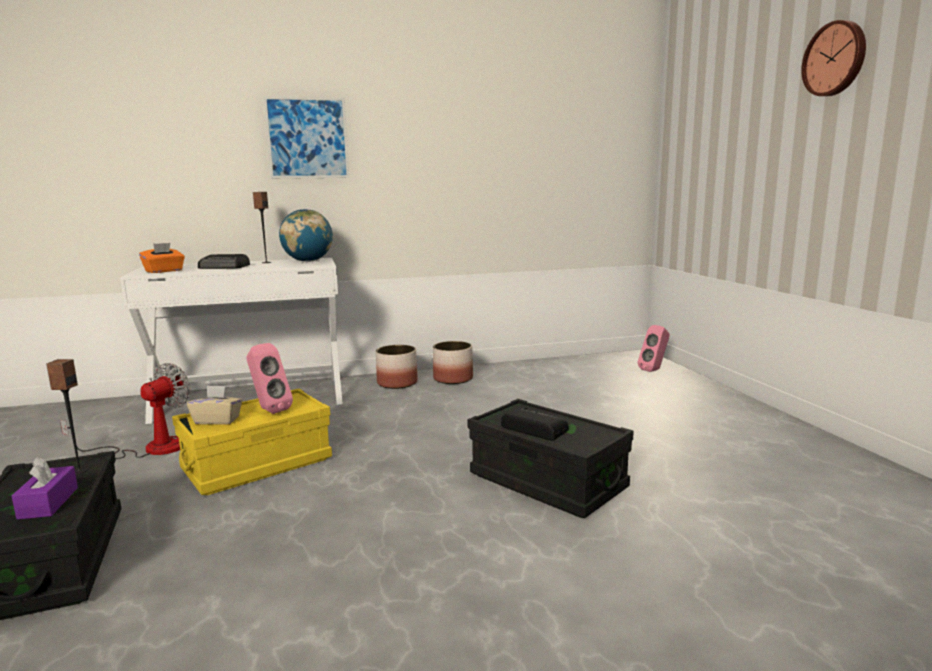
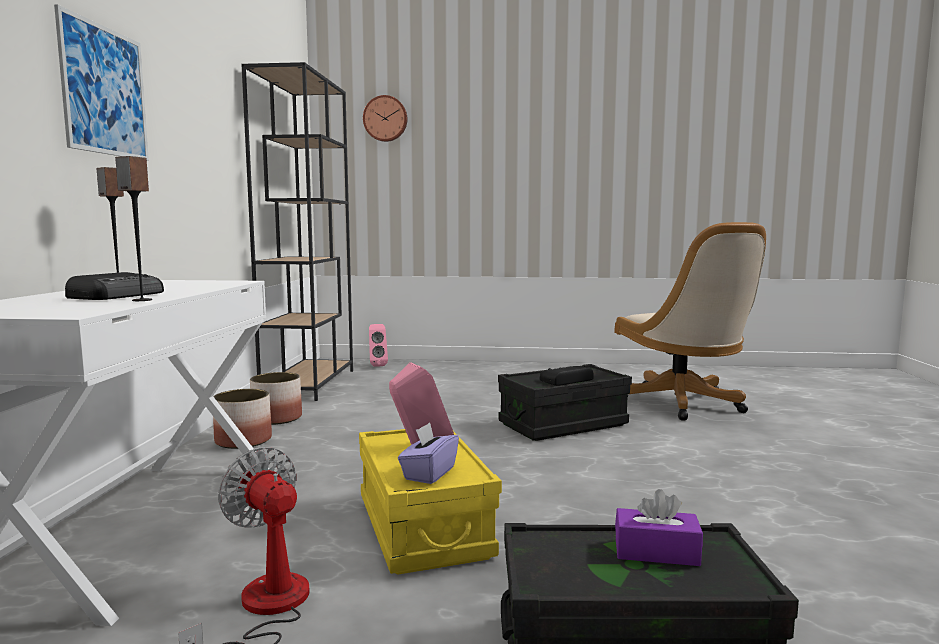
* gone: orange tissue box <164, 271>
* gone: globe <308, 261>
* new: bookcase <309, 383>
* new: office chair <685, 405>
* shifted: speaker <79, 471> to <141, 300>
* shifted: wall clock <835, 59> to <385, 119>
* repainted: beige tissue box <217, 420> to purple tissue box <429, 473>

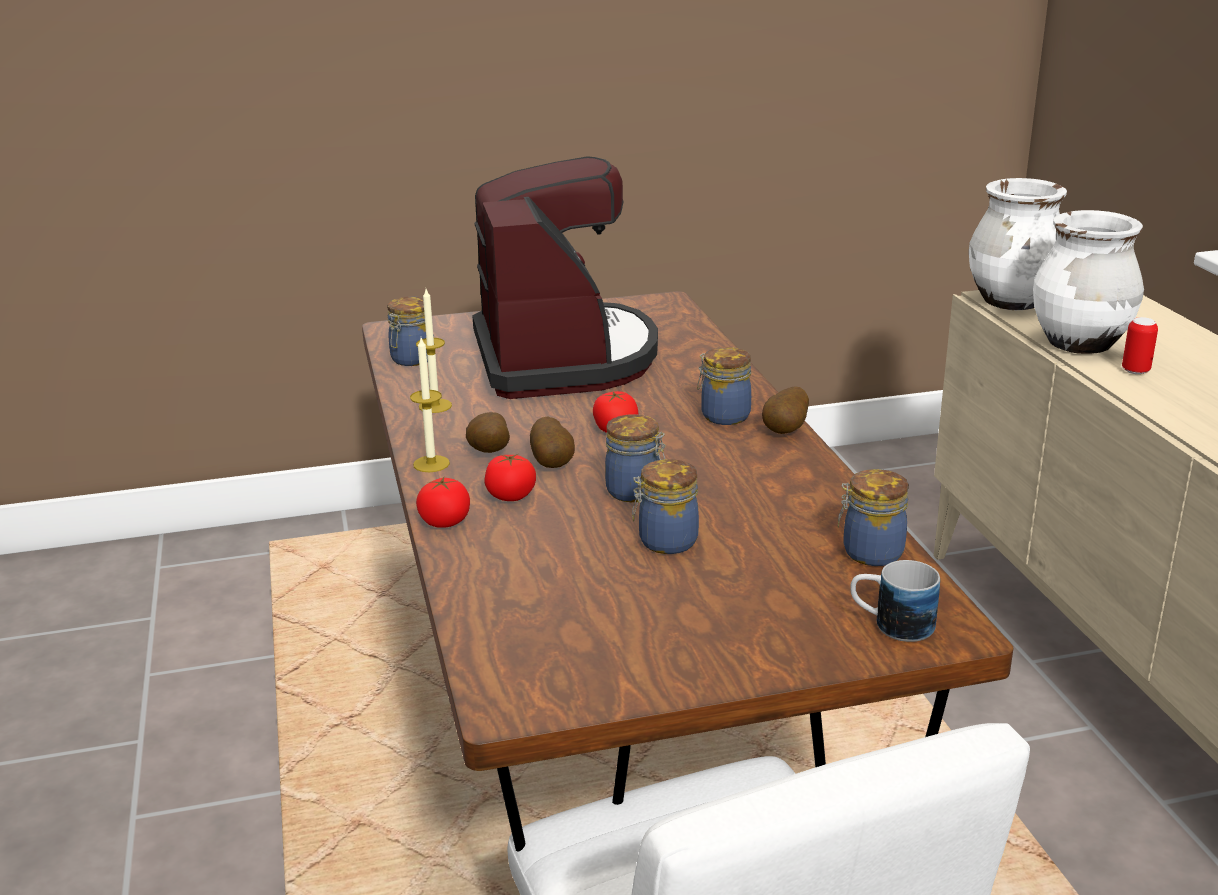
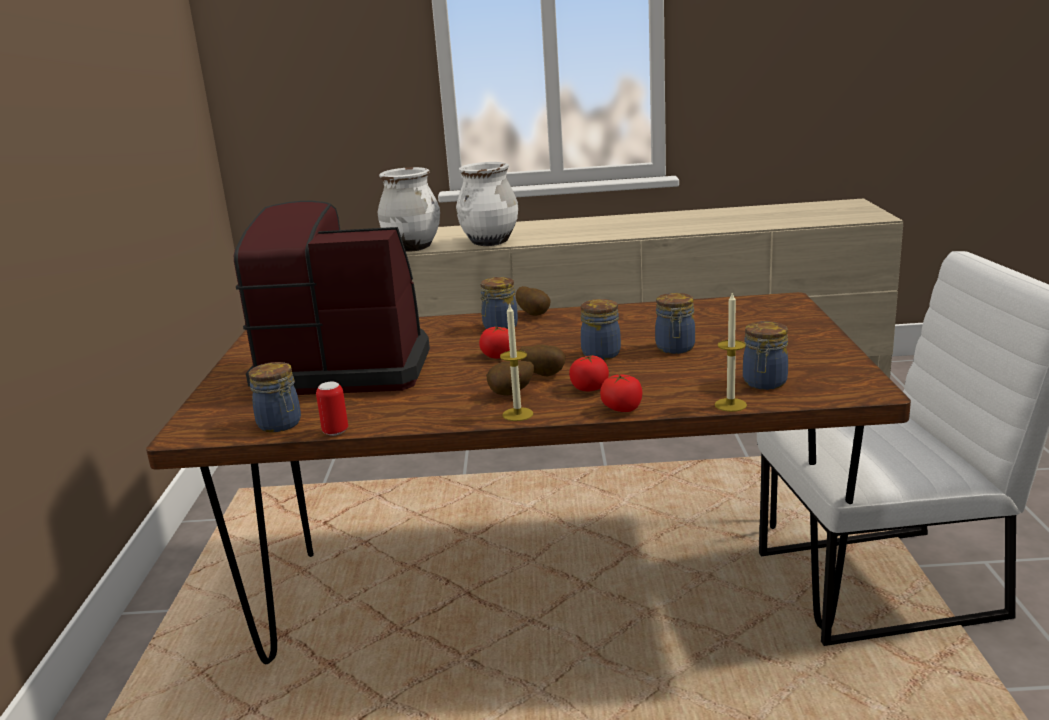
* gone: mug <891, 625>
* shifted: candle <435, 406> to <730, 405>
* shifted: jar <870, 553> to <764, 383>
* shifted: can <1135, 371> to <335, 431>

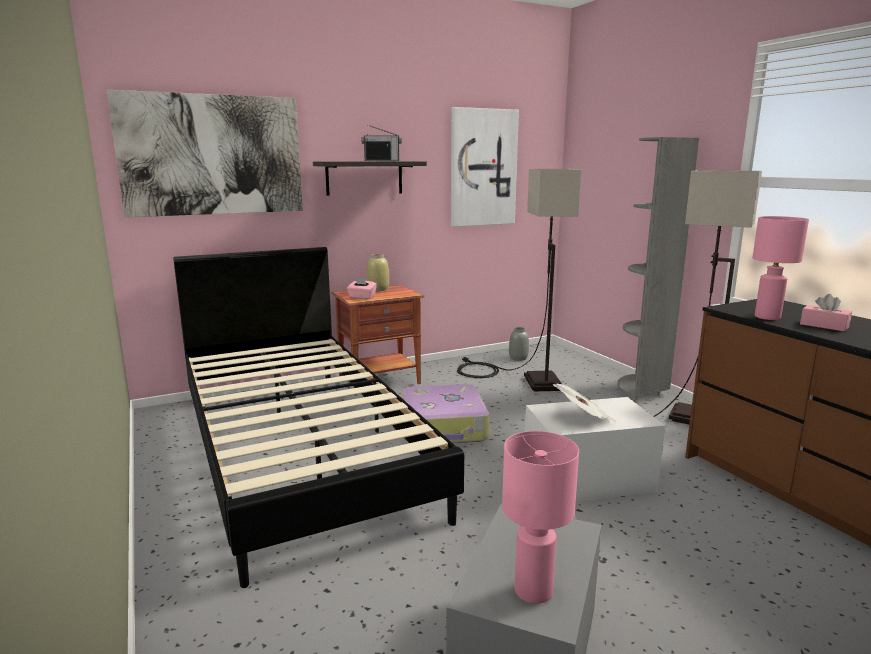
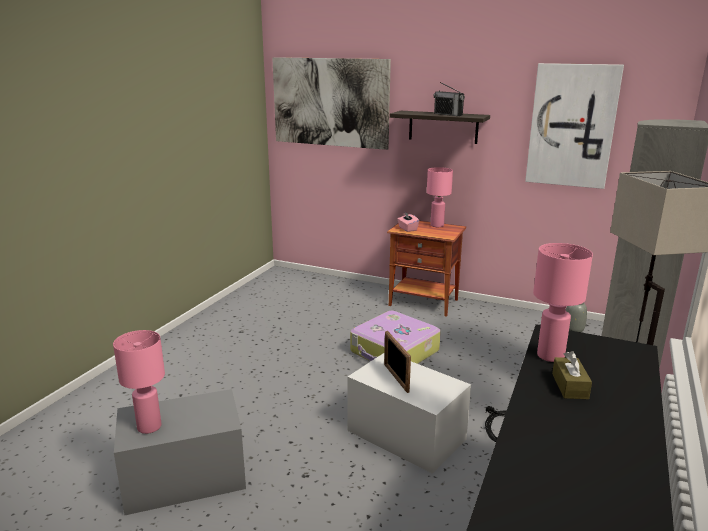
* gone: black bed <299, 450>
* gone: floor lamp <507, 376>
* swapped: beige vase <378, 289> to pink table lamp <436, 225>
* swapped: newspaper <583, 417> to picture frame <396, 378>
* repainted: pink tissue box <824, 325> to brown tissue box <569, 386>

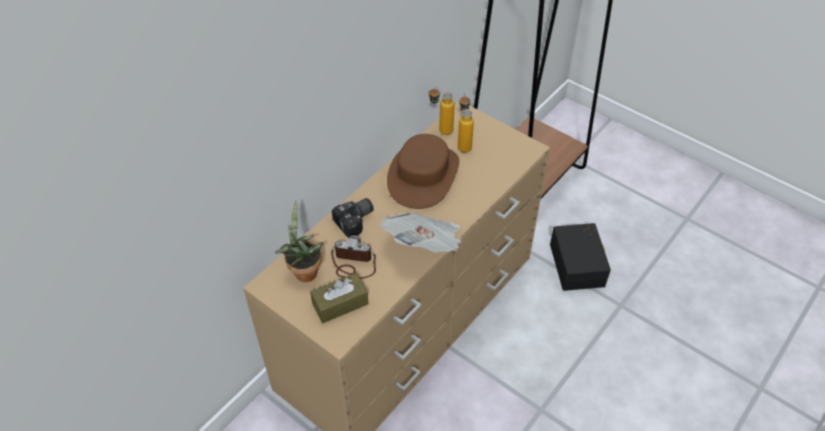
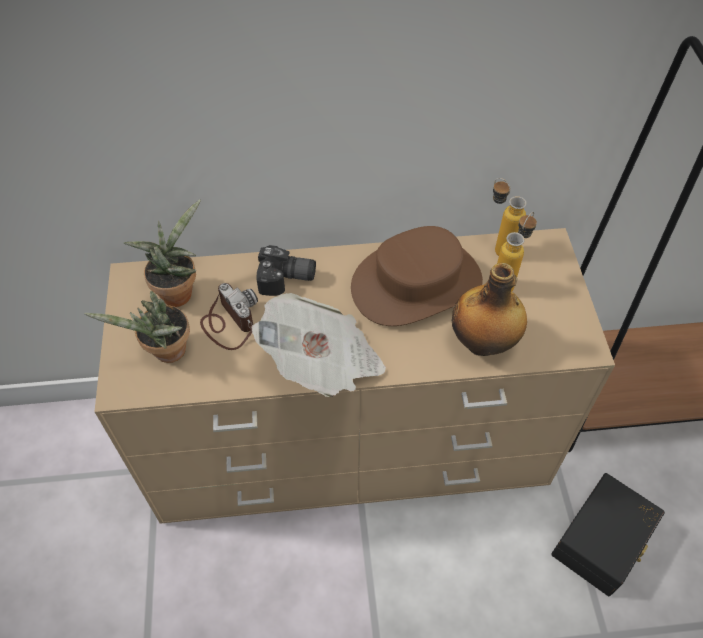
* new: bottle <483, 343>
* swapped: brown tissue box <340, 304> to potted plant <166, 353>

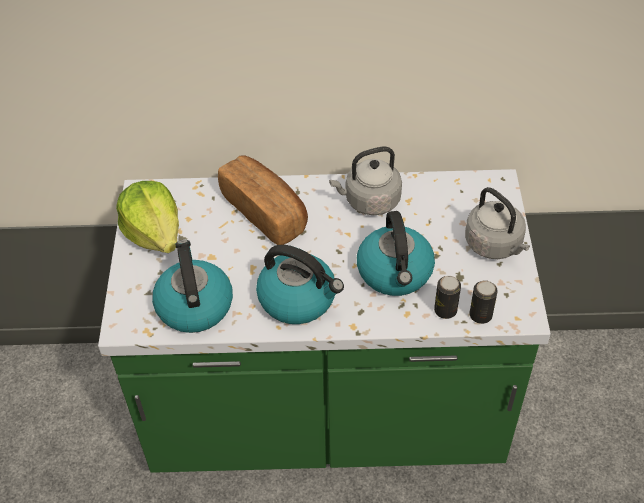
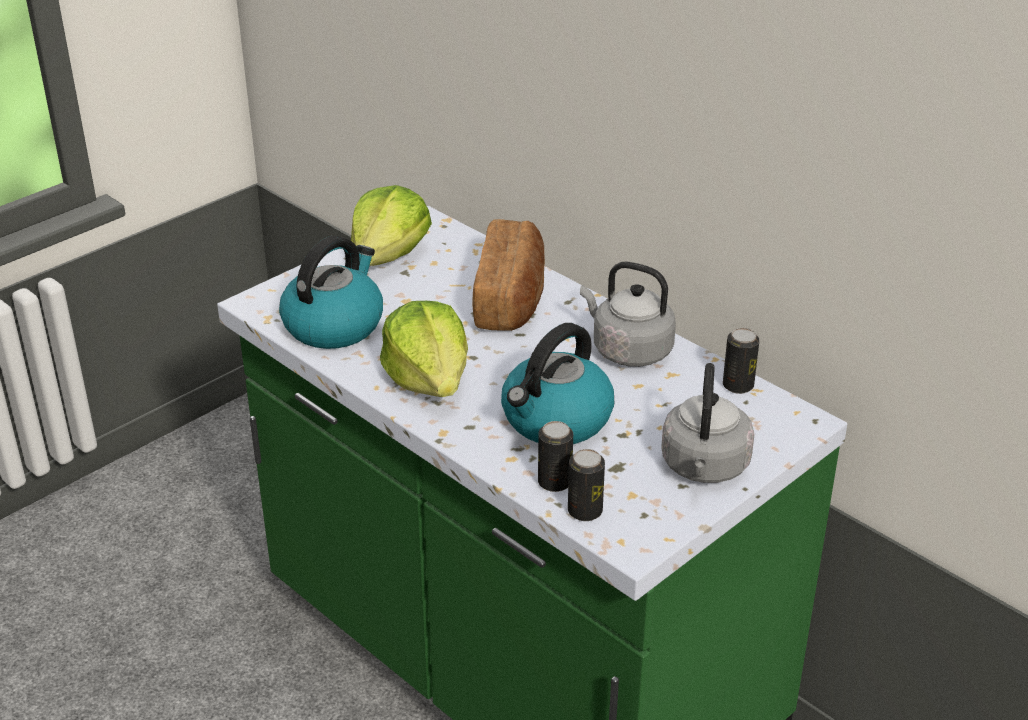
* new: can <738, 386>
* swapped: kettle <299, 299> to lettuce <429, 379>

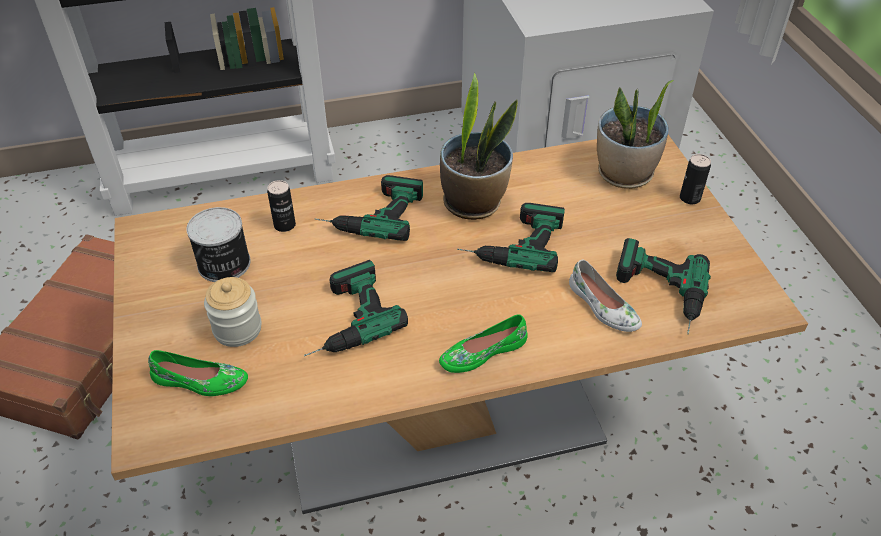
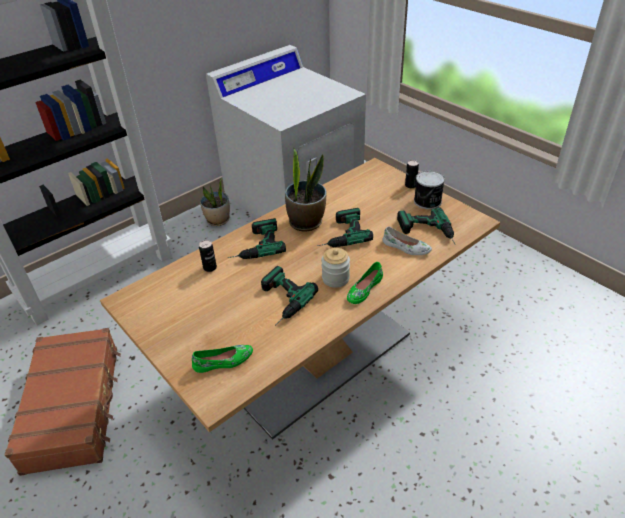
* shifted: can <223, 264> to <428, 201>
* shifted: jar <237, 329> to <335, 278>
* shifted: potted plant <624, 174> to <218, 220>

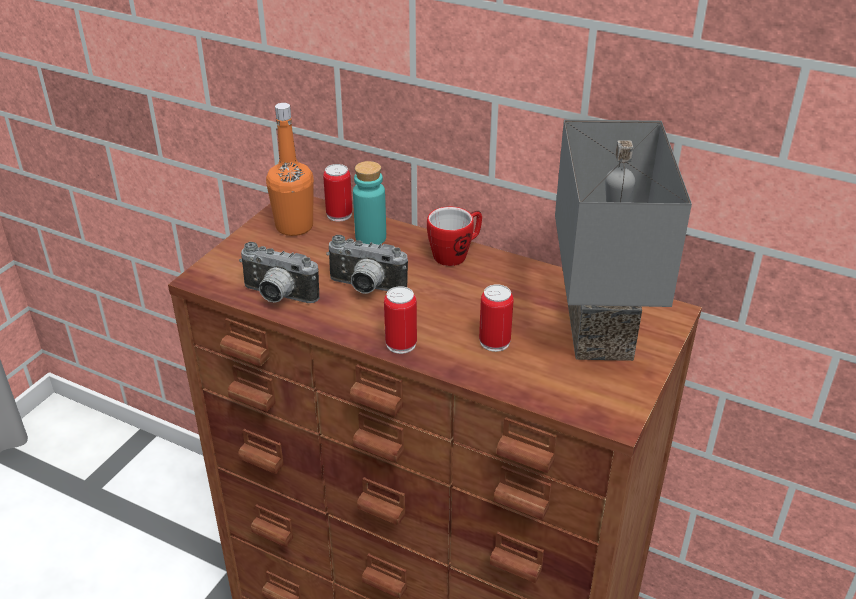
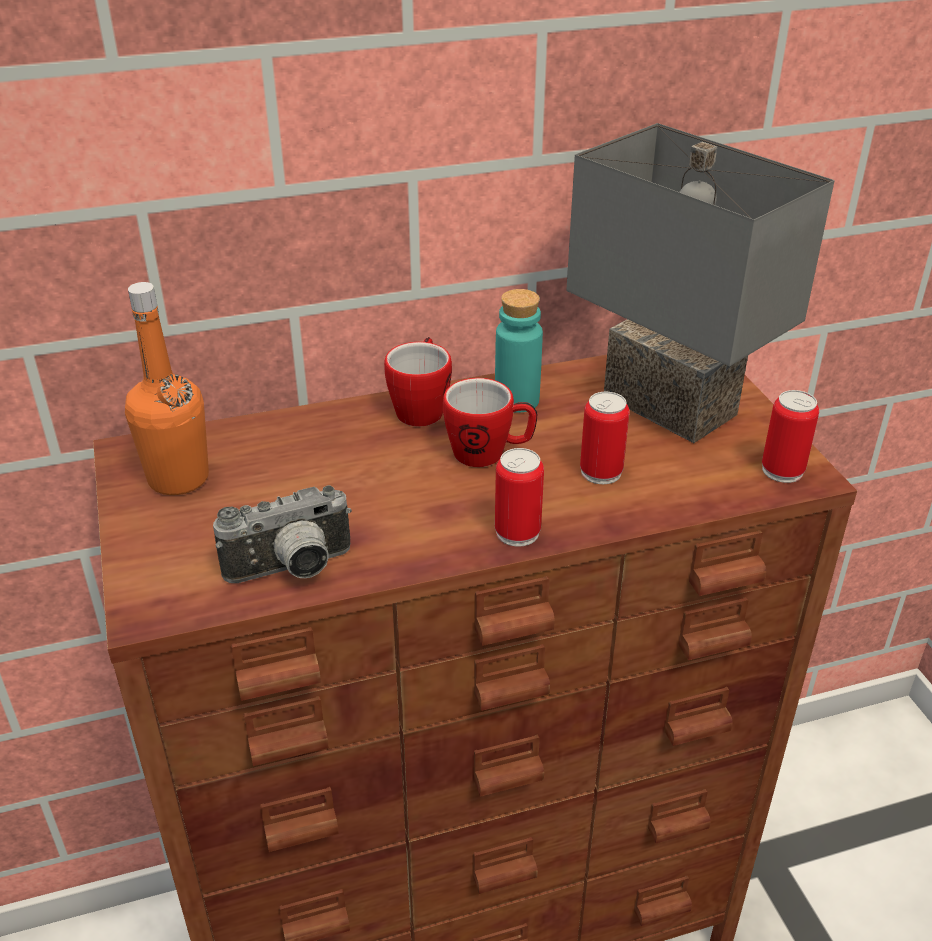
* gone: photo camera <365, 288>
* new: mug <489, 454>
* shifted: can <339, 214> to <782, 470>
* shifted: turquoise bottle <370, 238> to <517, 400>

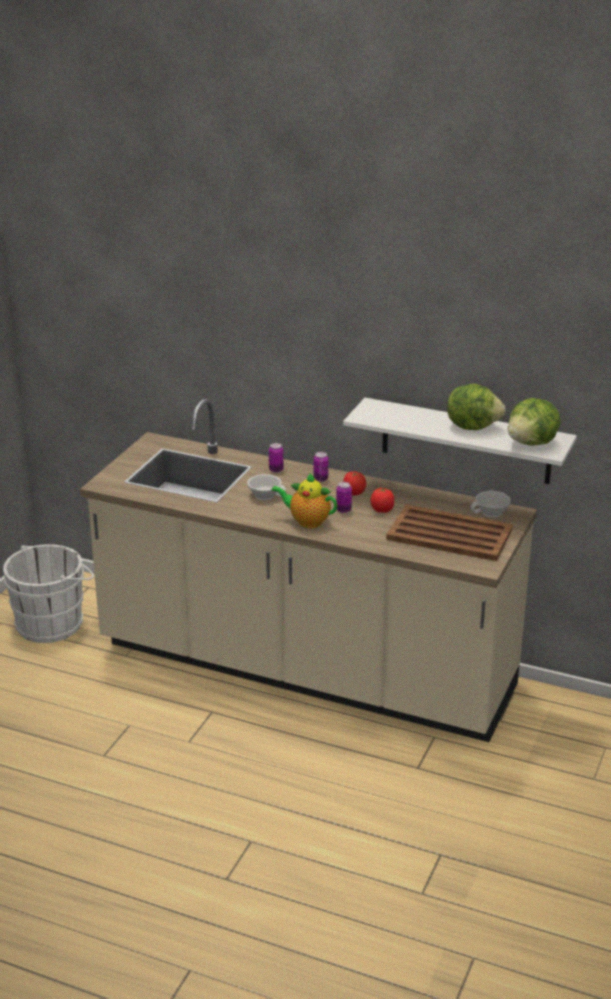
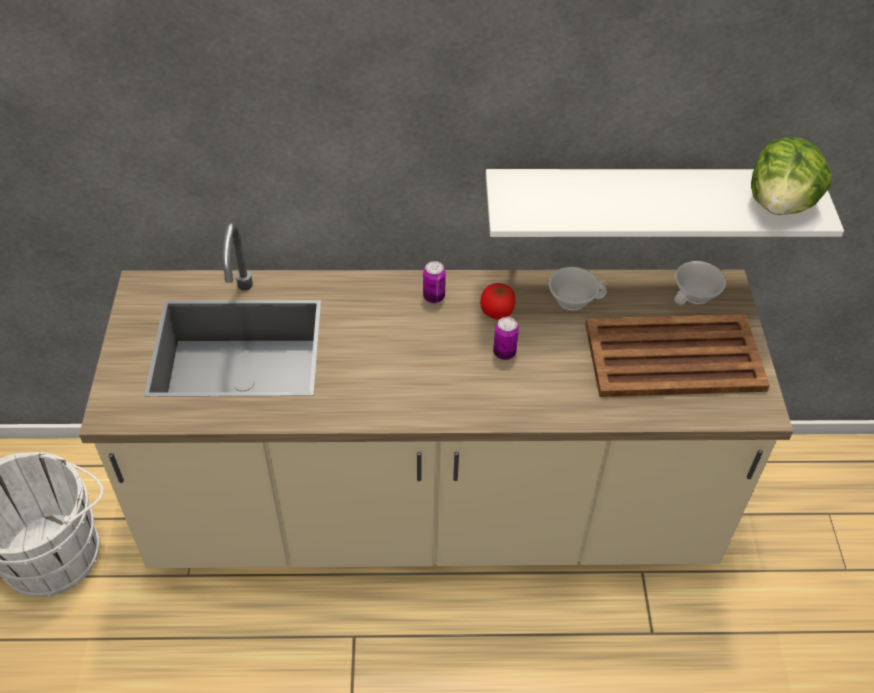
* gone: can <276, 470>
* gone: teapot <307, 521>
* gone: tomato <382, 510>
* gone: lettuce <472, 426>
* shifted: white cup <266, 494> to <573, 298>

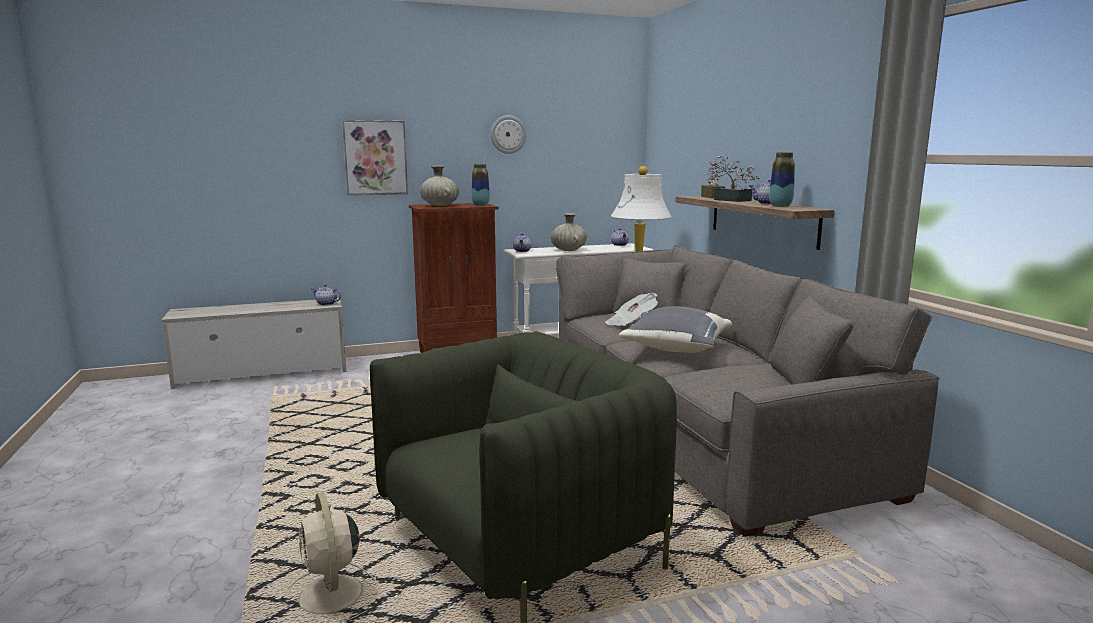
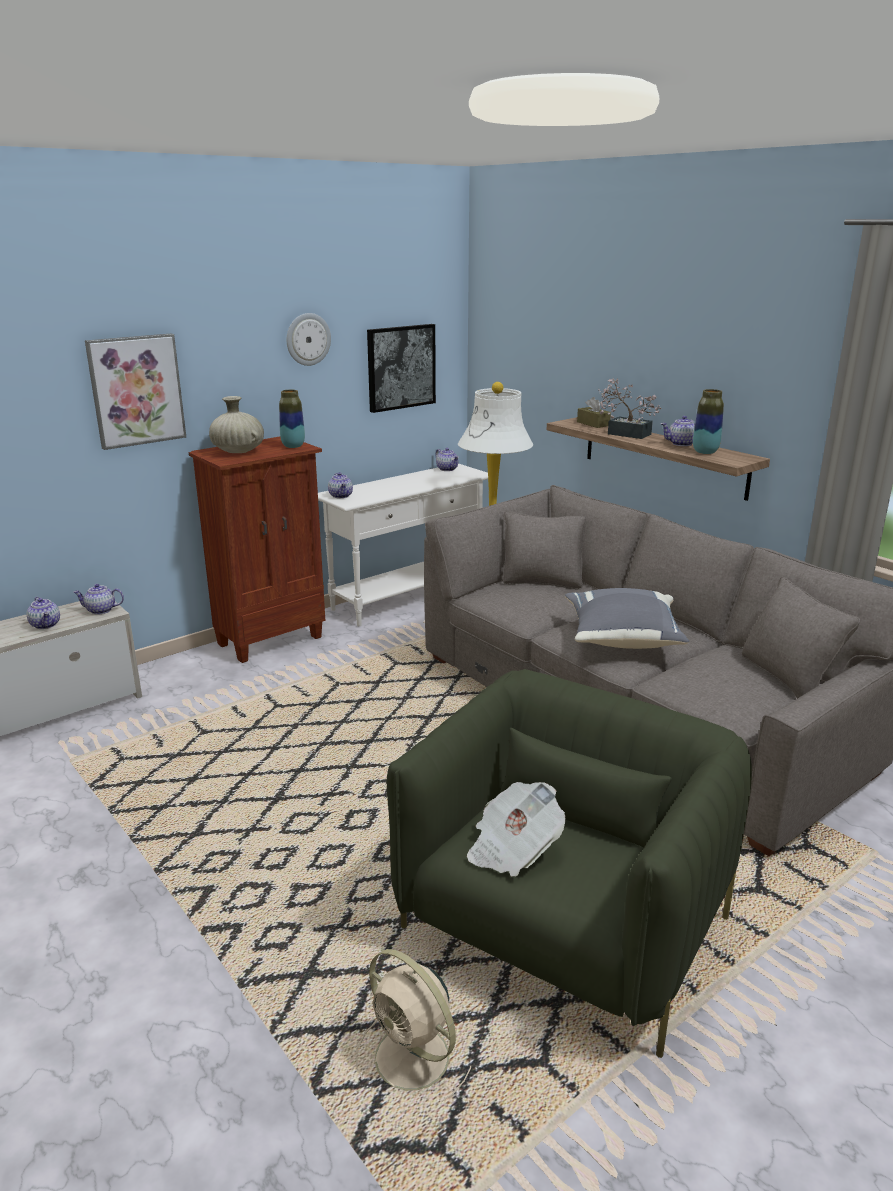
* gone: beige vase <568, 250>
* new: teapot <46, 625>
* new: picture <401, 367>
* shifted: newspaper <631, 323> to <513, 849>

